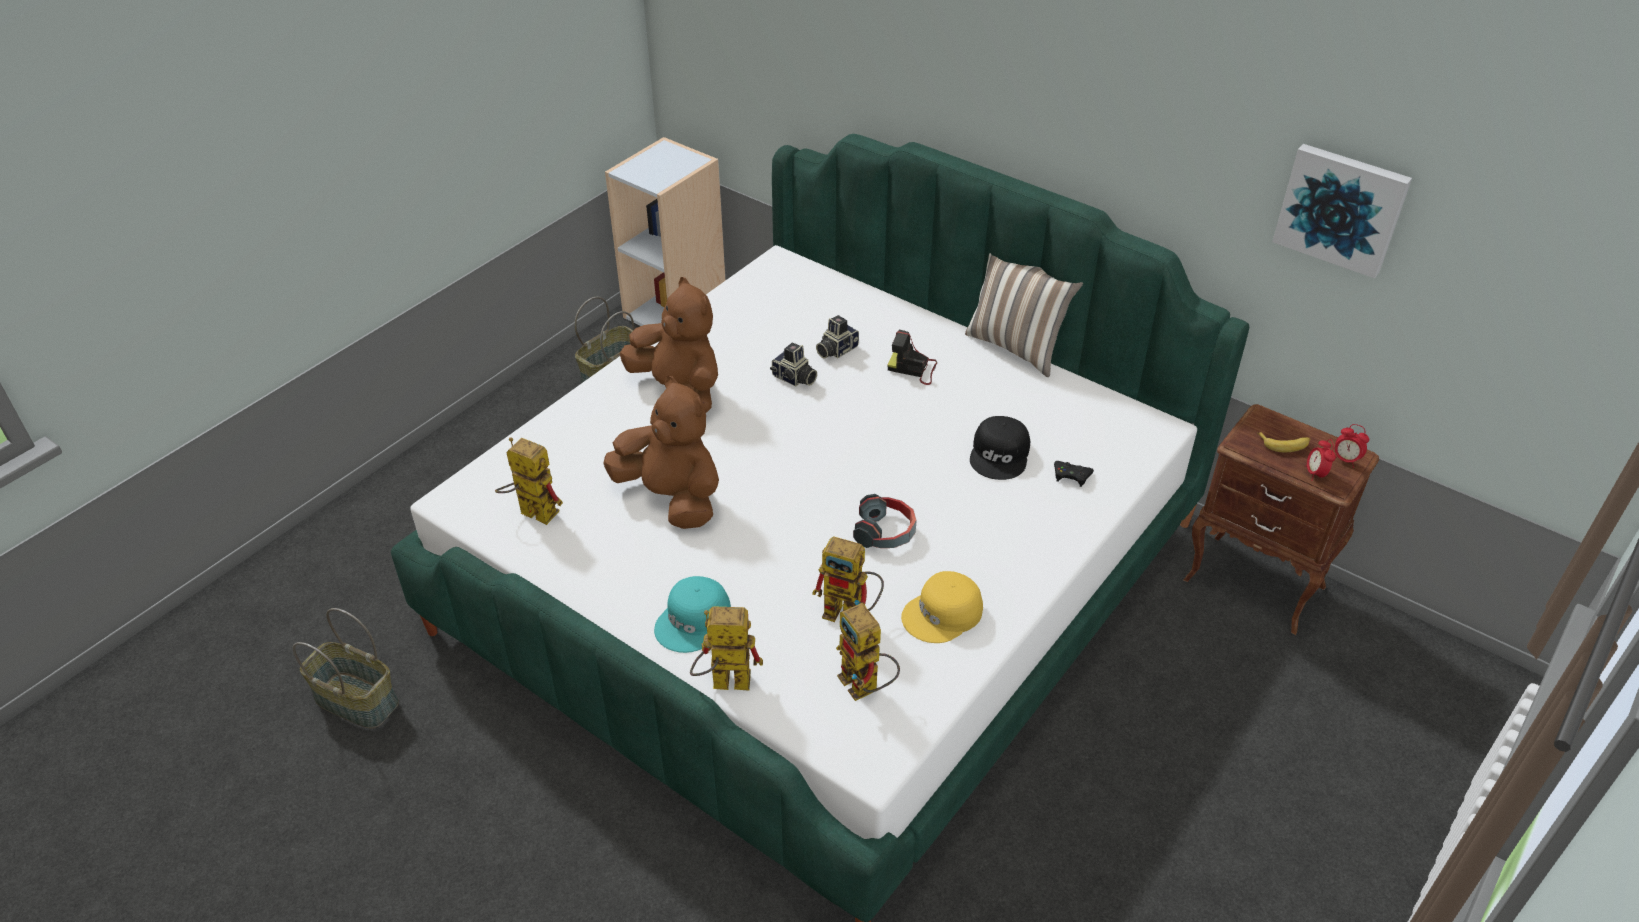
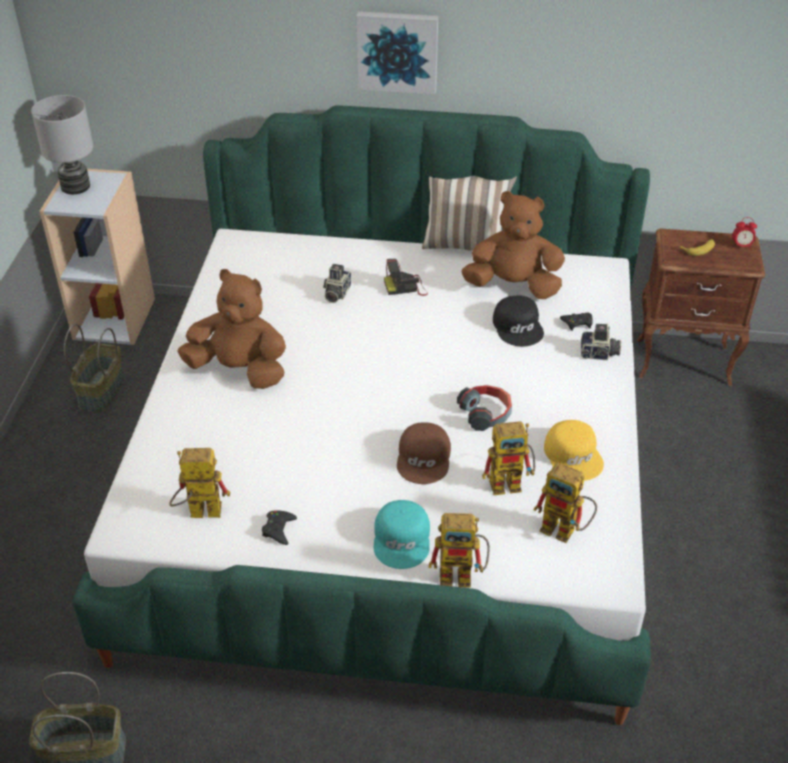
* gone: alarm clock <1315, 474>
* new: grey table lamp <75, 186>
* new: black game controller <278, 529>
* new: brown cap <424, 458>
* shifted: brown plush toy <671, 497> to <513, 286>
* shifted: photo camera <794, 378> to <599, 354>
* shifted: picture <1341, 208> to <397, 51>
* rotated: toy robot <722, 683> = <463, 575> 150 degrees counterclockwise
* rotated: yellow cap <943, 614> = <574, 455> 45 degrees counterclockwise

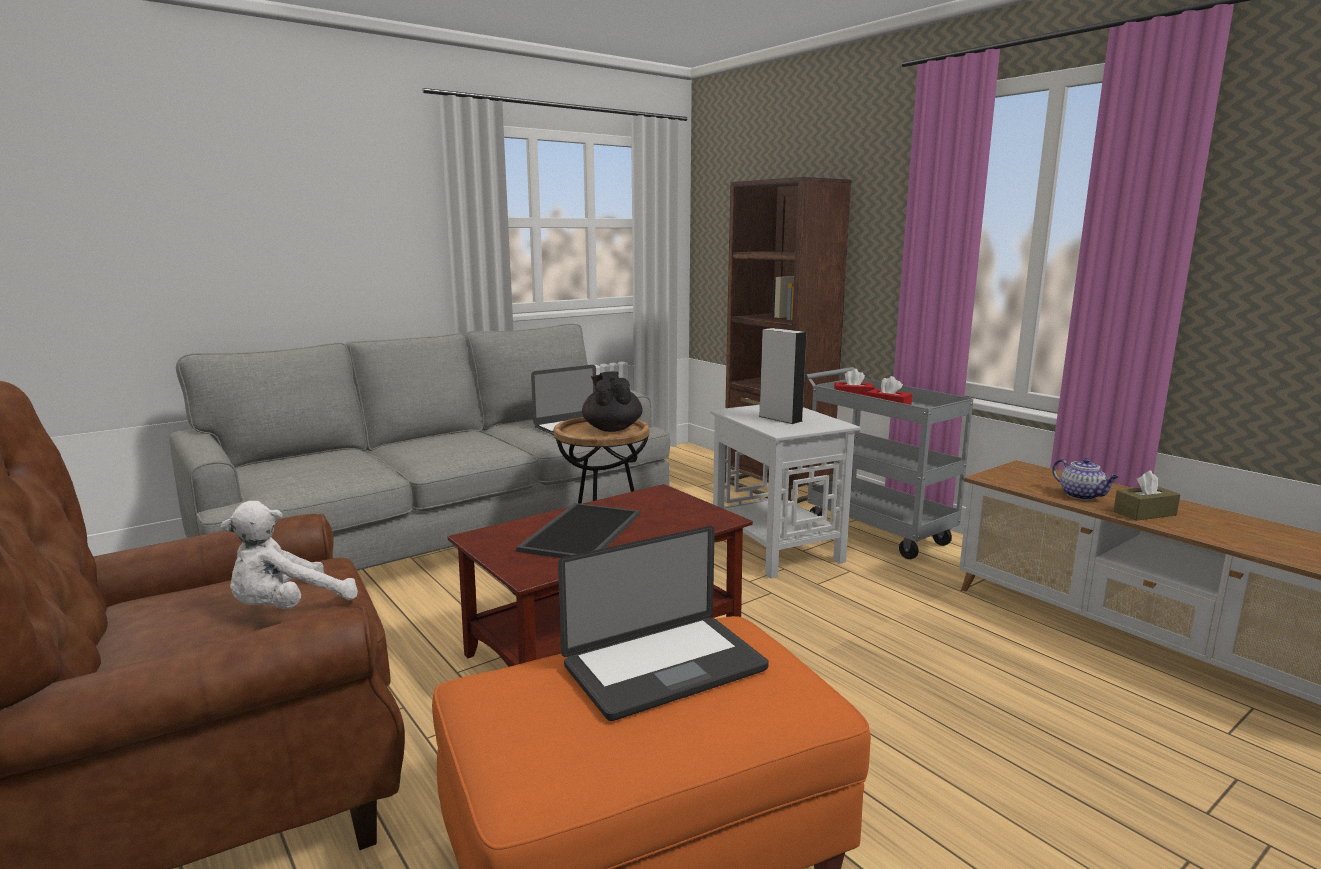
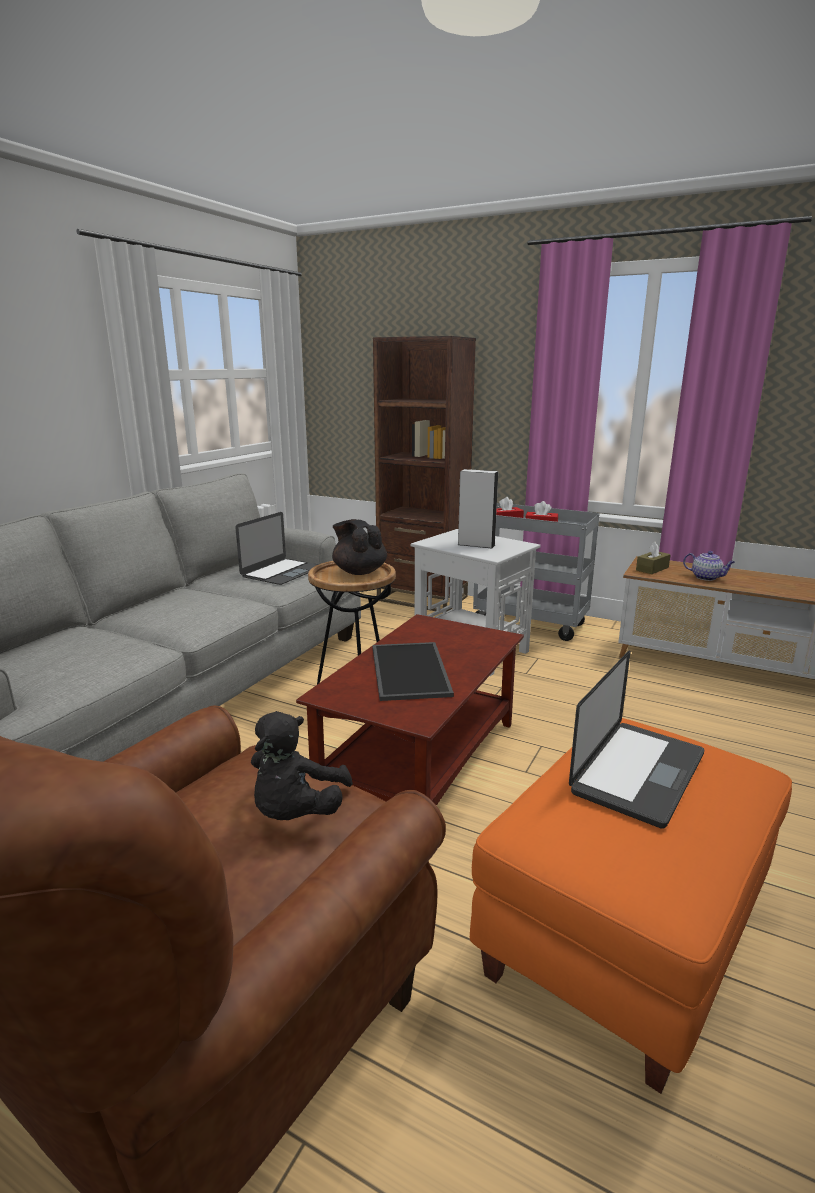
* shifted: brown tissue box <1144, 513> to <652, 569>
* repainted: white plush toy <288, 609> to black plush toy <296, 812>

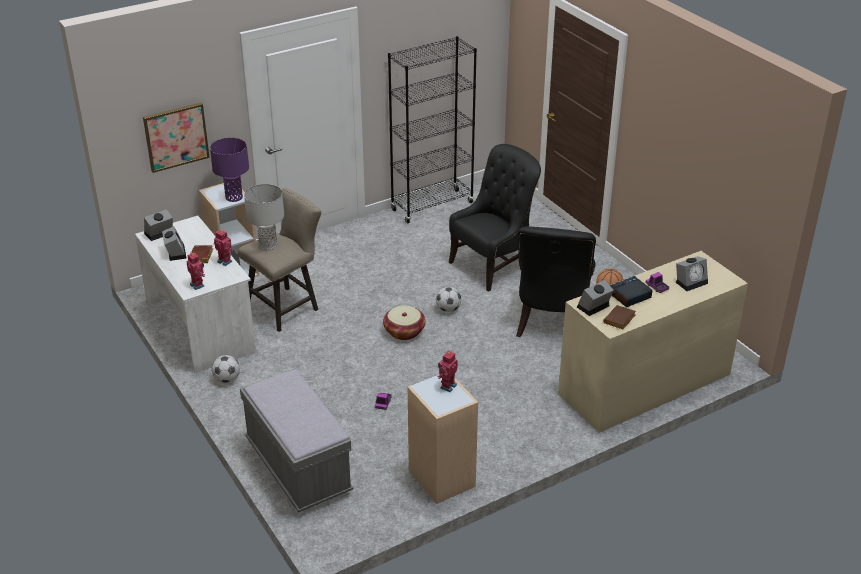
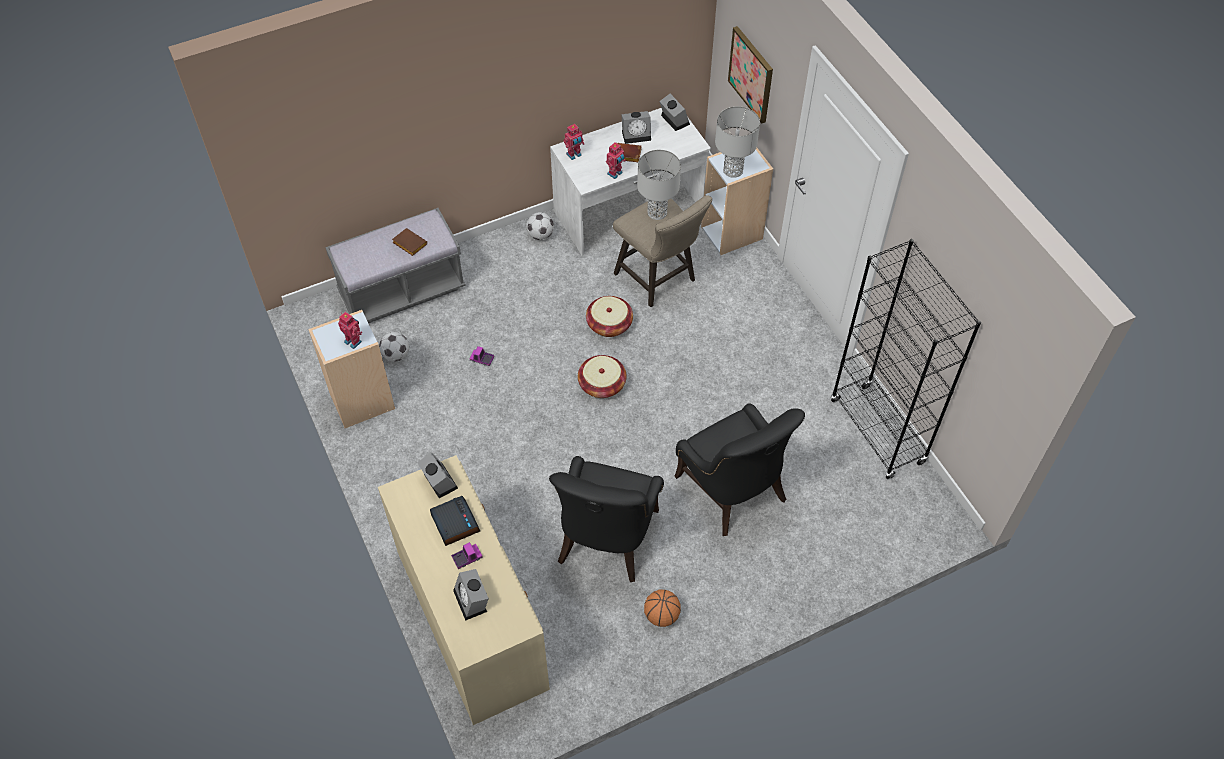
* new: basket <609, 324>
* shifted: football <448, 309> to <396, 355>
* shifted: brown book <619, 320> to <408, 244>
* repainted: purple table lamp <234, 197> to white table lamp <733, 170>
* rotated: black chair <551, 321> = <607, 537> 90 degrees counterclockwise

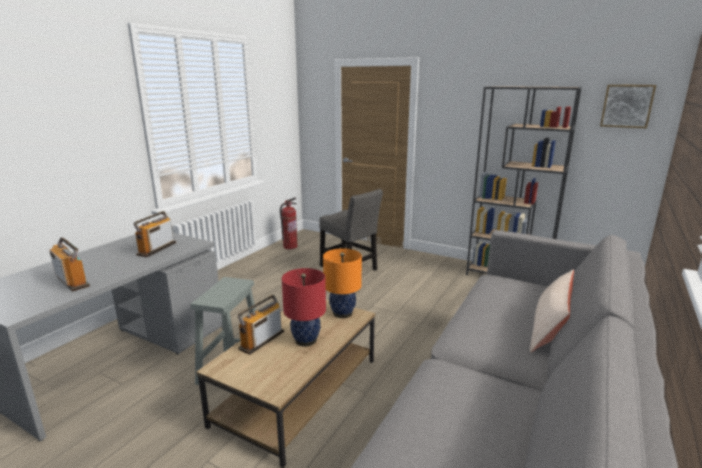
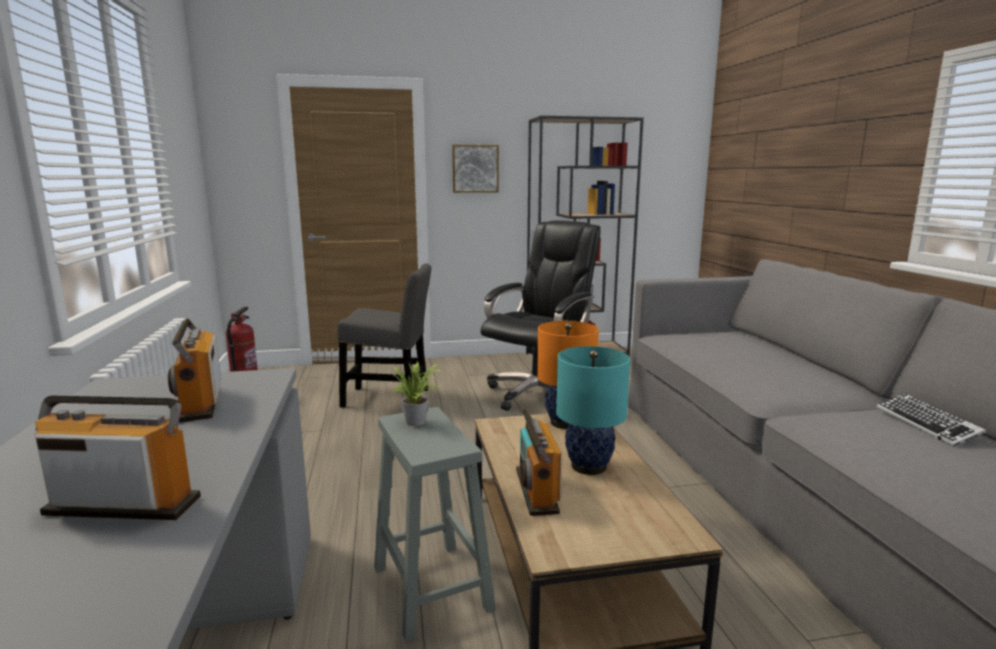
* gone: beige pillow <549, 328>
* new: potted plant <418, 421>
* new: black office chair <538, 392>
* new: keyboard <926, 424>
* shifted: picture <627, 106> to <475, 168>
* repainted: red table lamp <306, 340> to turquoise table lamp <588, 466>

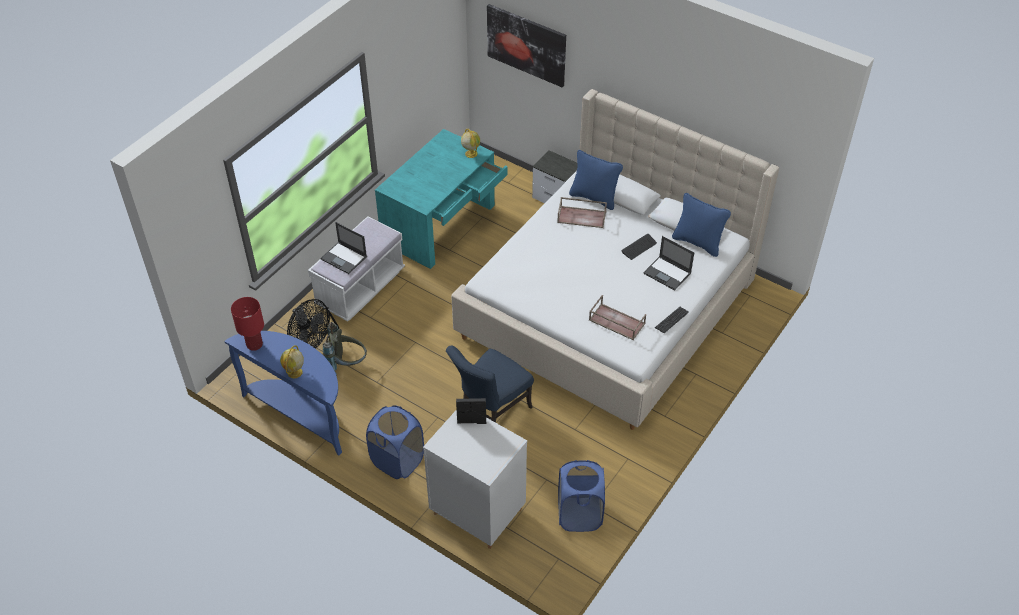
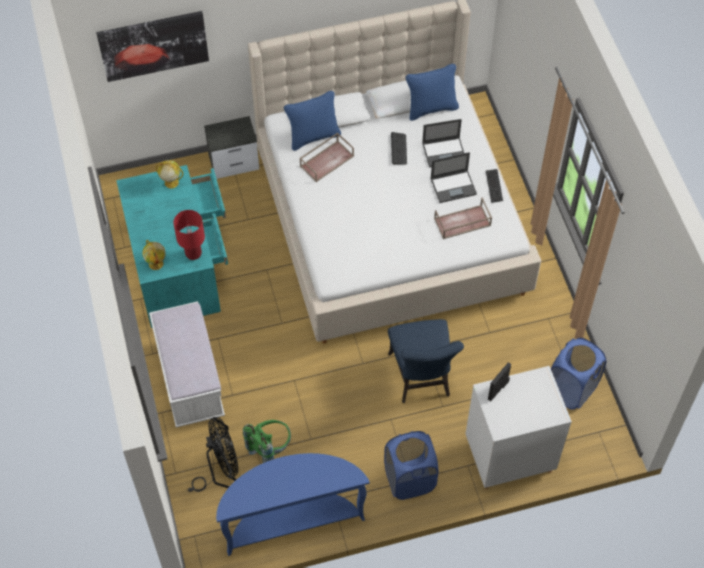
* shifted: red table lamp <254, 346> to <193, 254>
* shifted: globe <295, 373> to <156, 264>
* shifted: laptop <344, 258> to <453, 186>
* repainted: grey backpack <347, 365> to green backpack <270, 449>

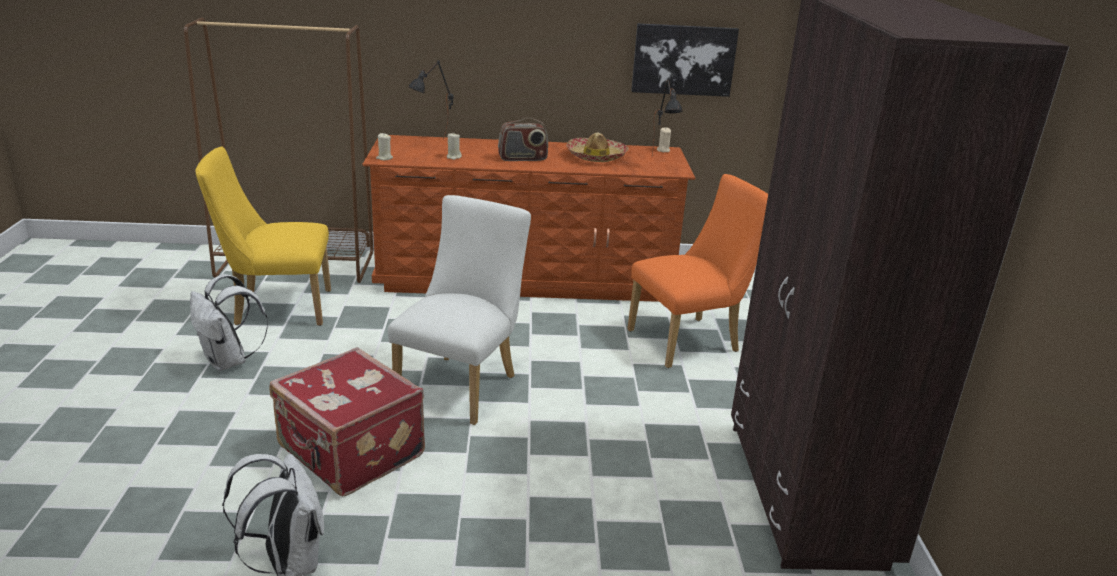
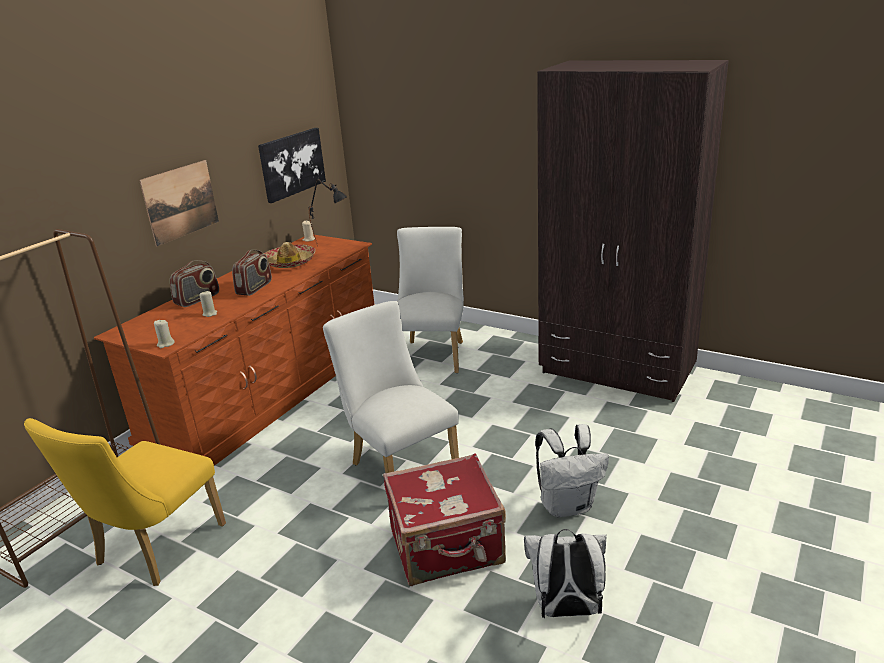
* gone: black table lamp <432, 144>
* new: picture <180, 202>
* new: radio <197, 299>
* shifted: white backpack <229, 361> to <568, 506>
* repainted: orange chair <690, 340> to white chair <433, 354>

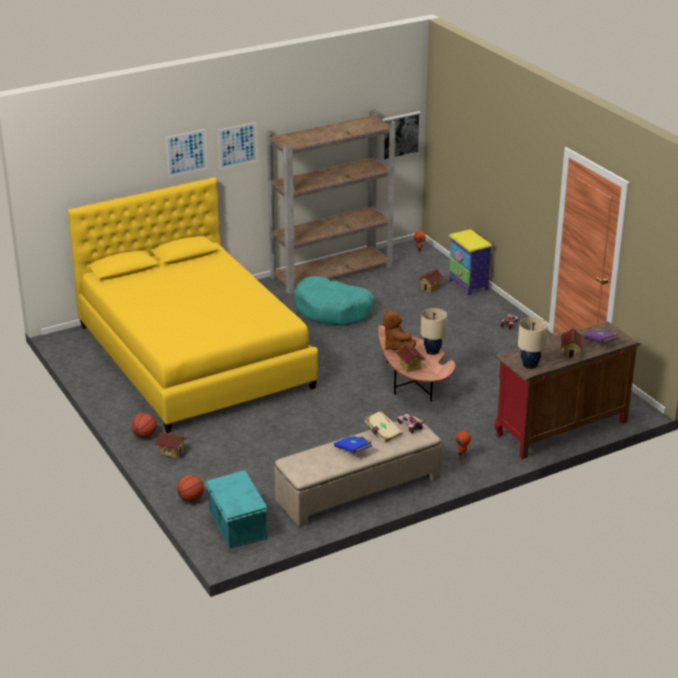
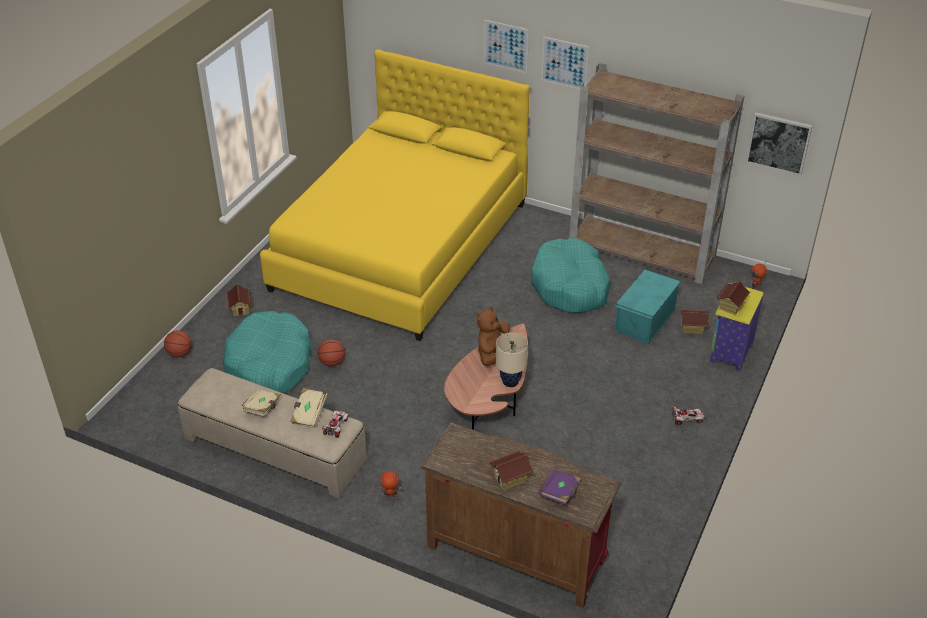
* gone: beige table lamp <530, 364>
* new: turquoise dog bed <269, 364>
* shifted: basketball <144, 436> to <332, 362>
* shifted: turquoise storage box <237, 525> to <643, 320>
* shifted: toy house <410, 367> to <730, 306>
* repainted: blue book <353, 450> to beige book <262, 408>

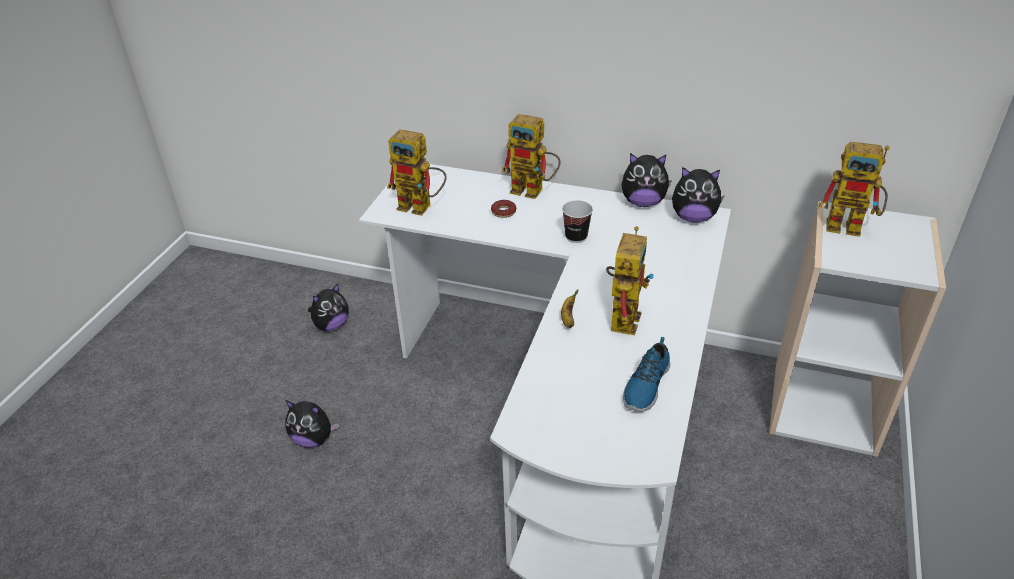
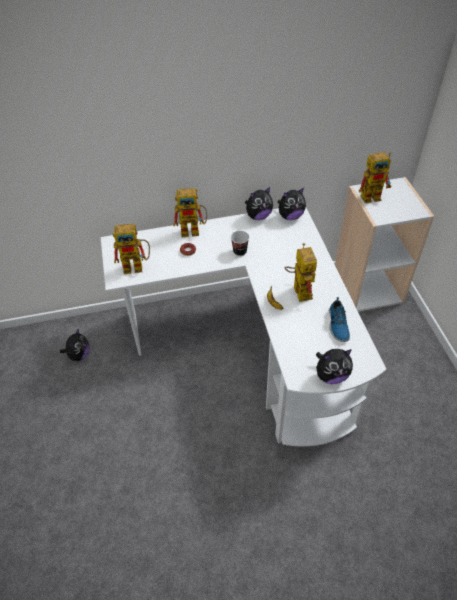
* shifted: plush toy <313, 439> to <331, 375>

